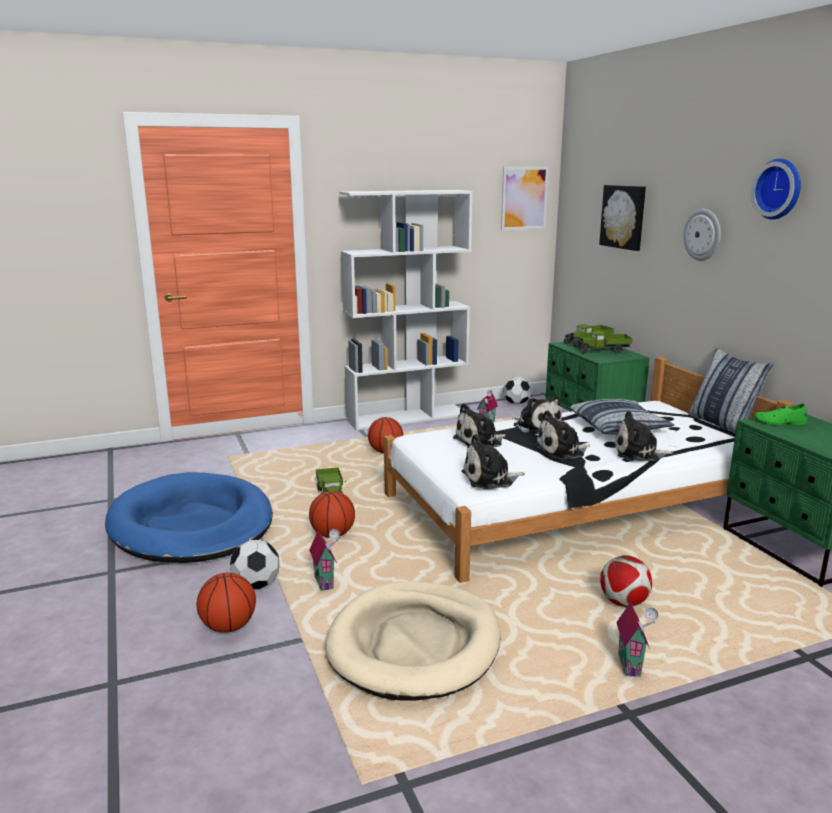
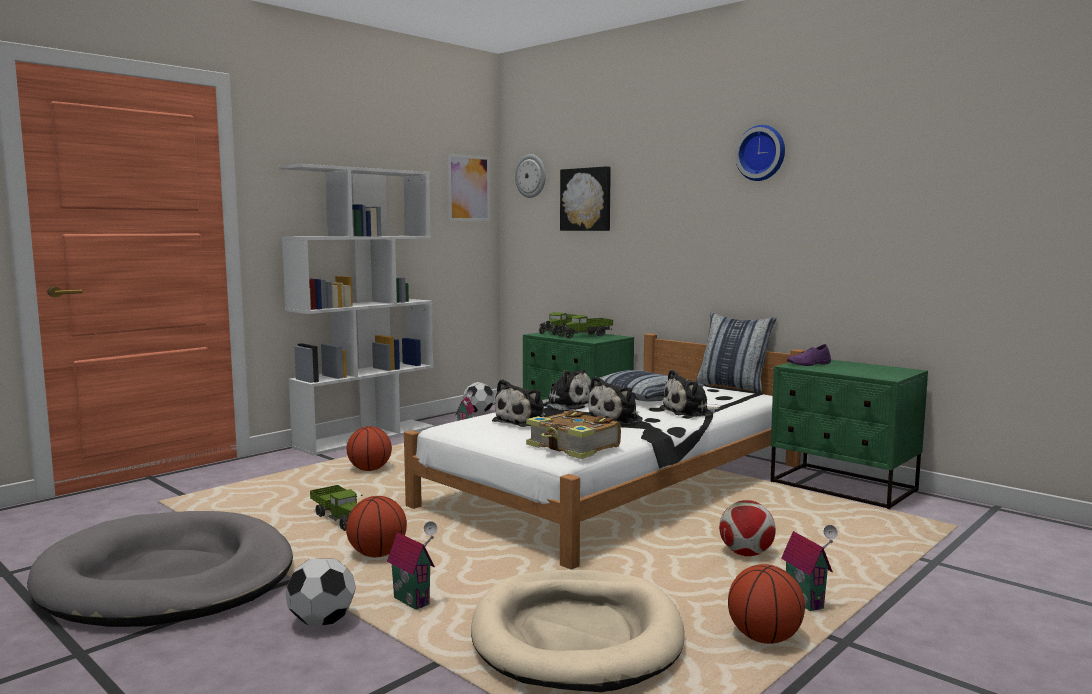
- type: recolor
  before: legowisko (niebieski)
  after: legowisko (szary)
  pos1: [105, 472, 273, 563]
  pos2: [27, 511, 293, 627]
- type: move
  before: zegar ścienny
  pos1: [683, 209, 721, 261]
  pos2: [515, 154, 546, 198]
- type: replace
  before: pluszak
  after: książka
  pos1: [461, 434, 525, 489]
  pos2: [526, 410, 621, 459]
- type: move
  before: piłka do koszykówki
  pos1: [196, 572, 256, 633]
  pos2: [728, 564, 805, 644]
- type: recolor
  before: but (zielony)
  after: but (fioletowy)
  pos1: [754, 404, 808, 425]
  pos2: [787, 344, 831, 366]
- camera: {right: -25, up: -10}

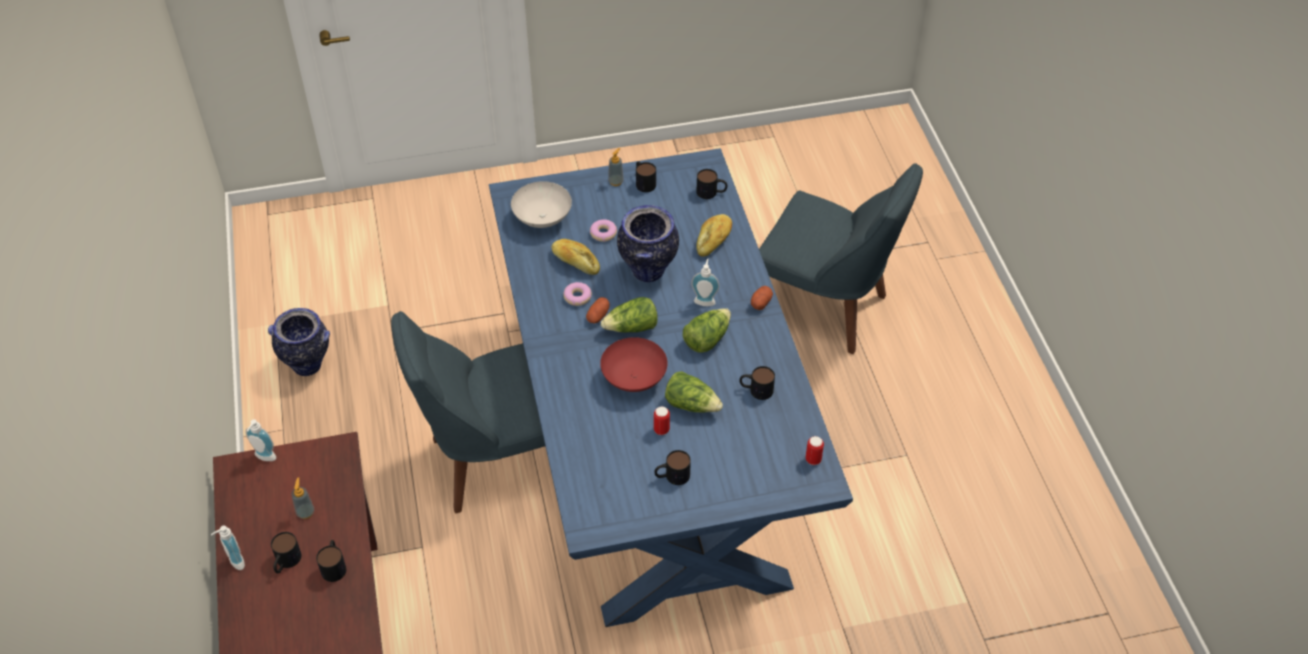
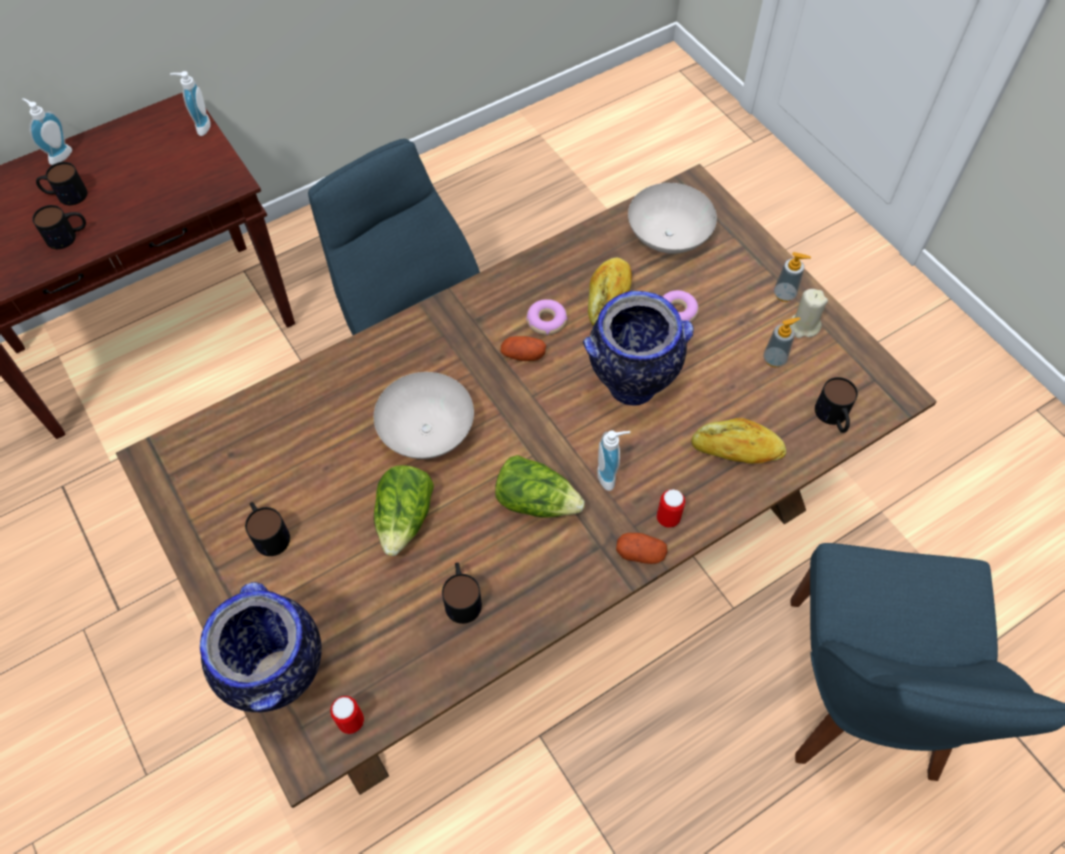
- type: recolor
  before: stół jadalny (niebieski)
  after: stół jadalny (brązowy)
  pos1: [489, 148, 853, 627]
  pos2: [116, 164, 937, 808]
- type: move
  before: wazon
  pos1: [268, 308, 330, 376]
  pos2: [200, 582, 322, 712]
- type: recolor
  before: miska (czerwony)
  after: miska (biały)
  pos1: [600, 337, 668, 392]
  pos2: [374, 372, 474, 459]
- type: move
  before: puszka
  pos1: [654, 406, 670, 435]
  pos2: [657, 489, 685, 528]
- type: move
  before: dozownik mydła
  pos1: [291, 478, 314, 519]
  pos2: [763, 317, 800, 368]
- type: replace
  before: kubek
  after: świeca (beżowy)
  pos1: [636, 161, 656, 192]
  pos2: [790, 289, 828, 338]
- type: delete
  before: sałata
  pos1: [601, 297, 658, 332]
- camera: {right: 70, up: 10}

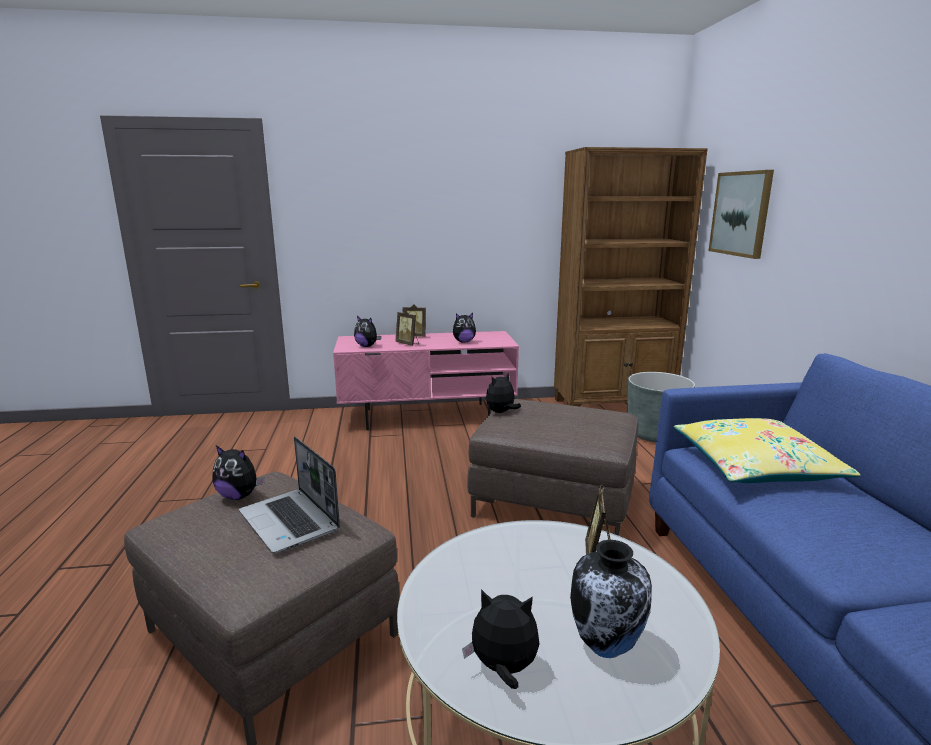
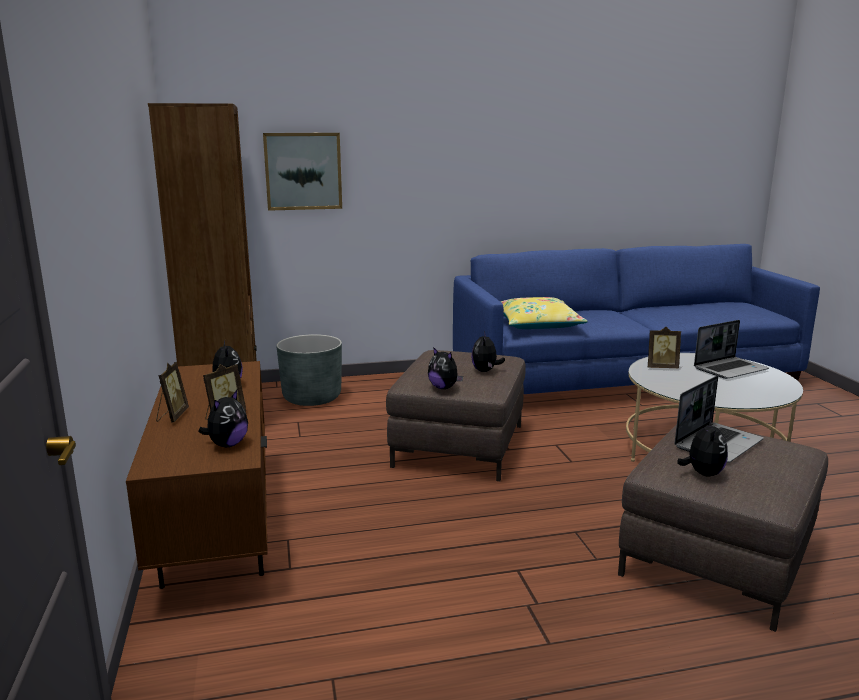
- type: recolor
  before: szafka pod telewizor (różowy)
  after: szafka pod telewizor (brązowy)
  pos1: [333, 331, 519, 430]
  pos2: [126, 361, 268, 589]
- type: move
  before: pluszak
  pos1: [462, 589, 540, 689]
  pos2: [471, 331, 505, 372]
- type: replace
  before: wazon
  after: laptop
  pos1: [570, 540, 652, 658]
  pos2: [694, 320, 769, 379]
- camera: {right: -95, up: 0}

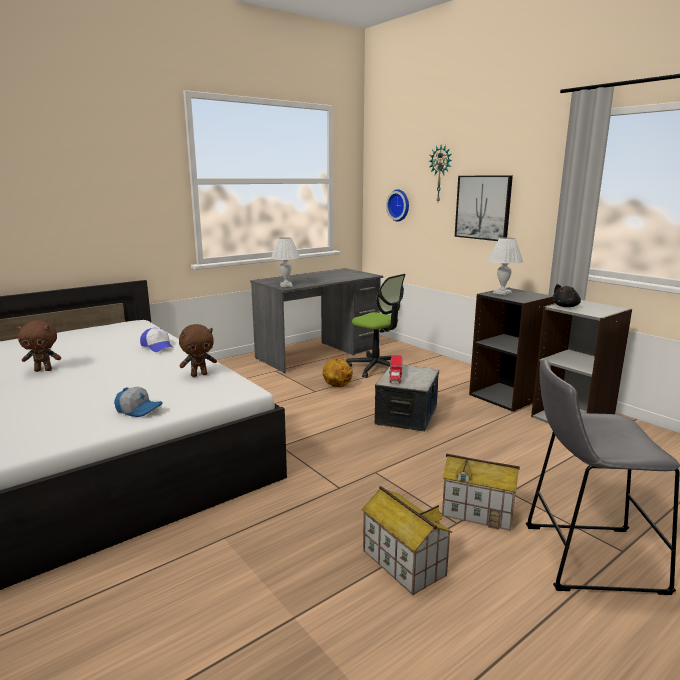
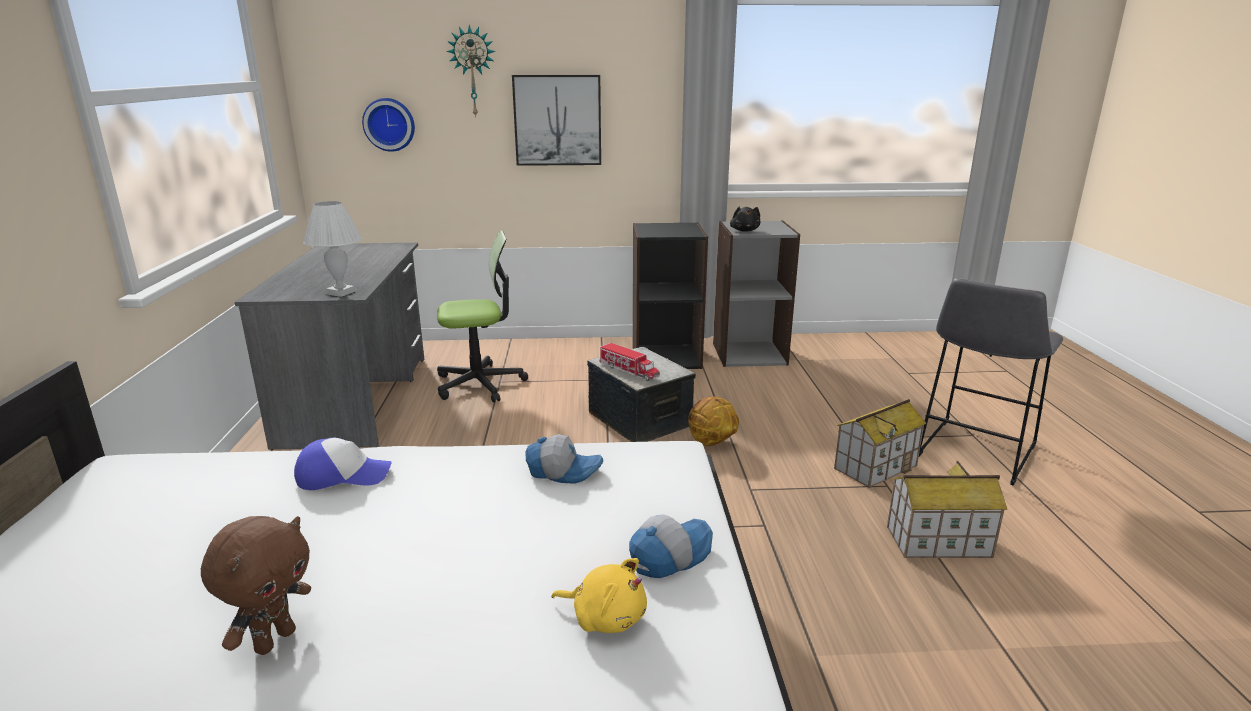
- type: replace
  before: pluszak (brązowy)
  after: czapka z daszkiem
  pos1: [179, 324, 217, 377]
  pos2: [525, 434, 603, 484]
- type: insert
  after: pluszak (żółty)
  pos2: [552, 558, 647, 633]
- type: move
  before: piłka do koszykówki
  pos1: [322, 358, 353, 387]
  pos2: [688, 396, 739, 446]
- type: delete
  before: lampa stołowa (biały)
  pos1: [488, 237, 523, 295]
- camera: {right: -55, up: 5}

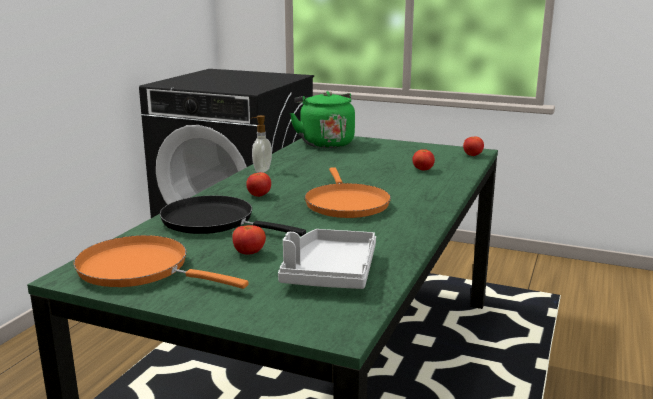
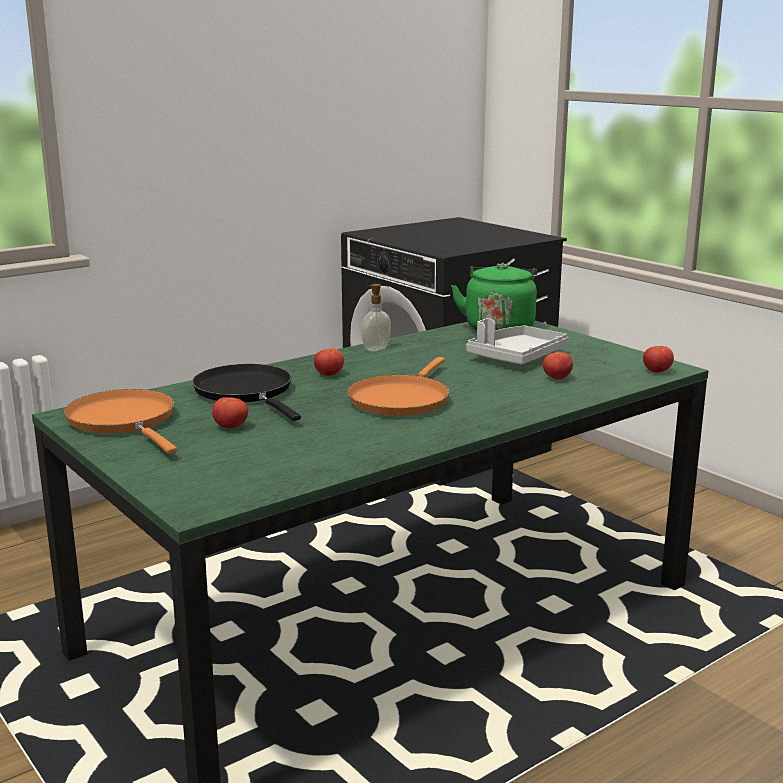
- type: move
  before: taca (szary)
  pos1: [278, 229, 376, 289]
  pos2: [466, 318, 568, 365]
- camera: {right: 30, up: 0}

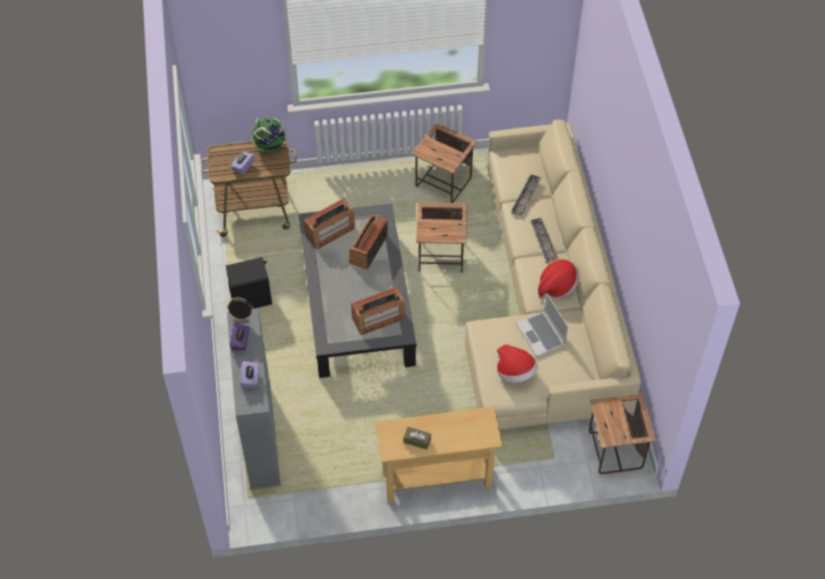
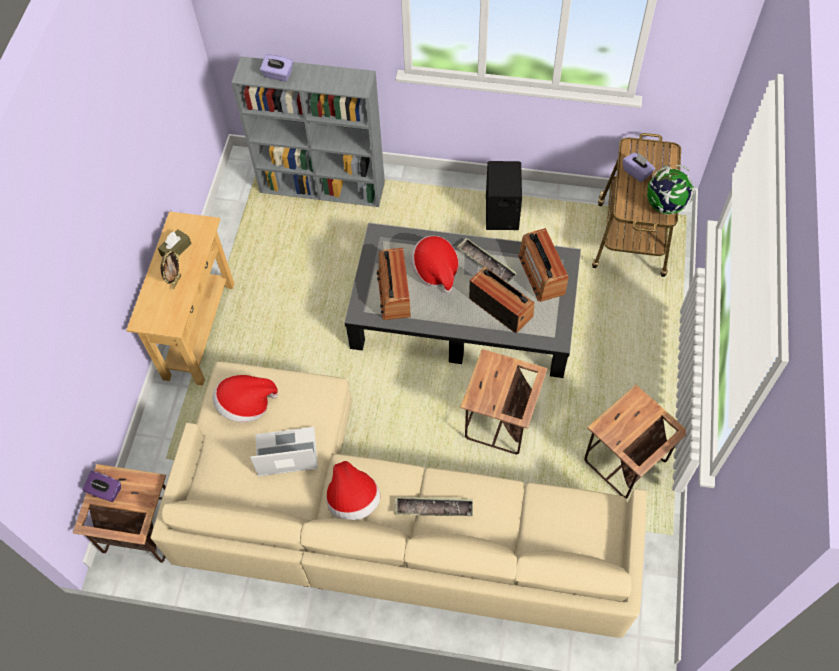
- type: move
  before: pudełko chusteczek (fioletowy)
  pos1: [230, 323, 249, 351]
  pos2: [83, 471, 121, 502]
- type: move
  before: ramka na zdjęcie
  pos1: [227, 297, 253, 321]
  pos2: [161, 251, 181, 290]
- type: insert
  after: kapelusz
  pos2: [411, 236, 459, 293]
- type: move
  before: taca
  pos1: [511, 174, 541, 215]
  pos2: [456, 237, 517, 283]
- camera: {right: 110, up: 5}

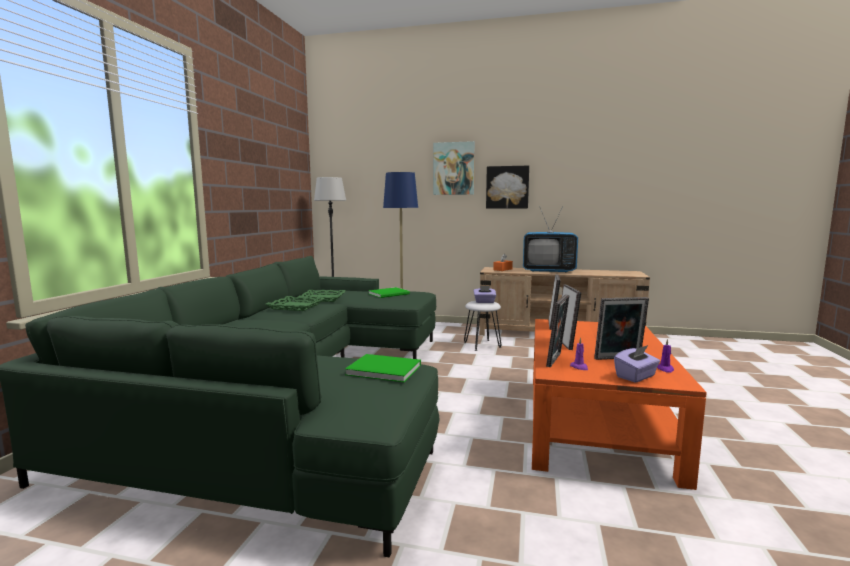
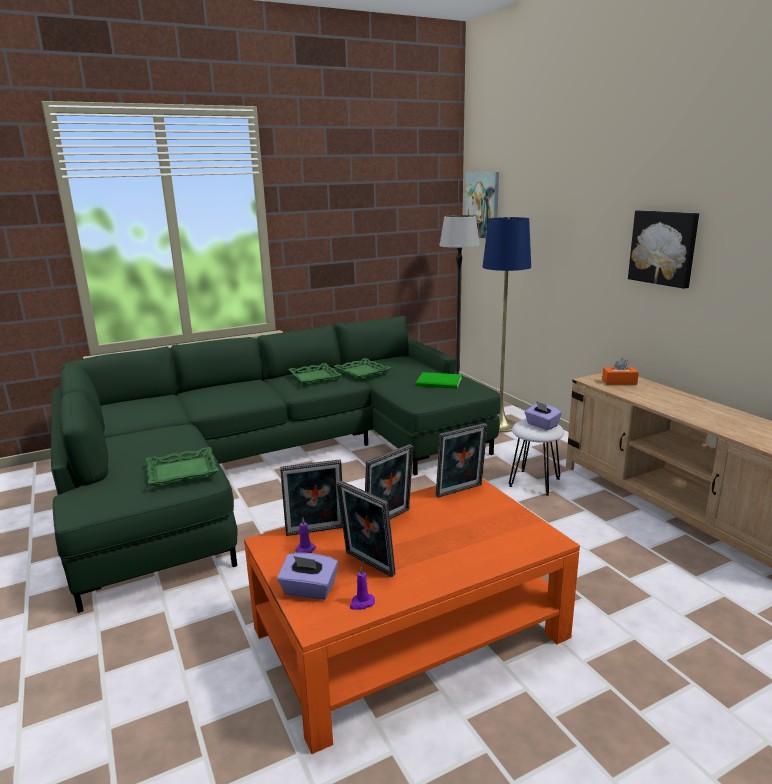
- type: replace
  before: książka (zielony)
  after: taca (zielony)
  pos1: [345, 354, 421, 382]
  pos2: [146, 447, 219, 487]
- type: move
  before: obraz
  pos1: [433, 141, 475, 195]
  pos2: [465, 172, 499, 239]
- type: delete
  before: telewizor
  pos1: [523, 206, 578, 273]
- camera: {right: 50, up: 10}

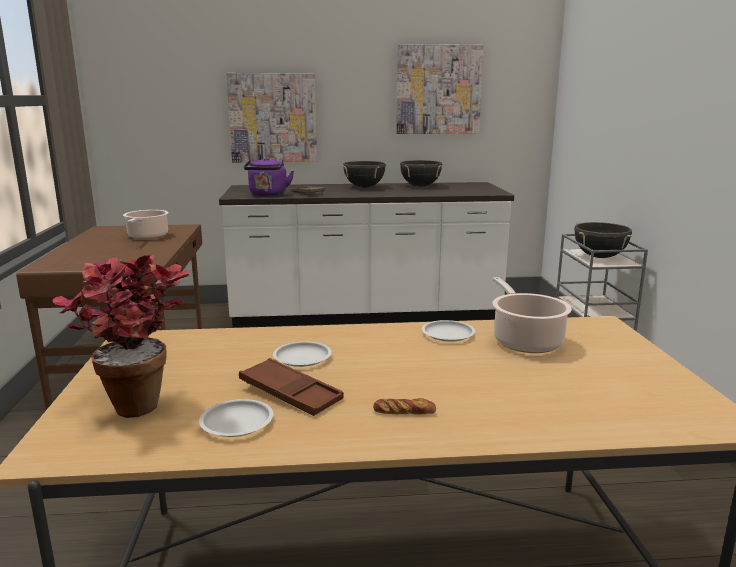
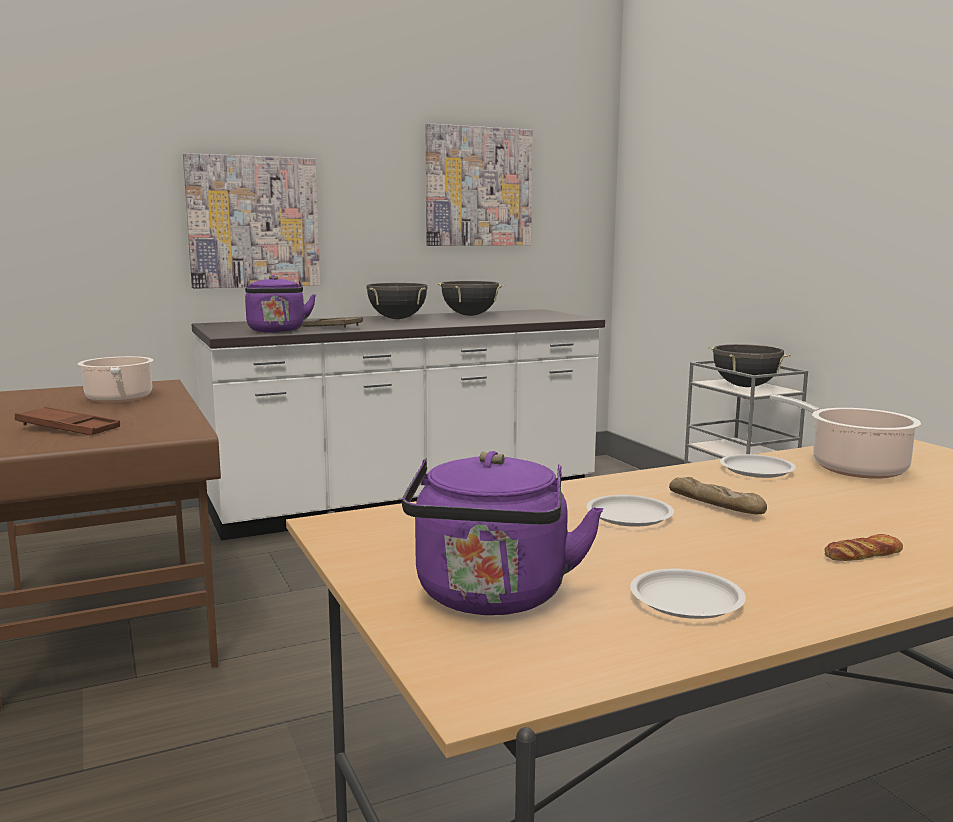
- type: move
  before: taca (brązowy)
  pos1: [239, 358, 344, 416]
  pos2: [15, 406, 120, 435]
- type: replace
  before: roślina doniczkowa
  after: czajnik (fioletowy)
  pos1: [53, 255, 190, 418]
  pos2: [402, 451, 603, 615]
- type: insert
  after: chleb
  pos2: [669, 477, 767, 514]
- camera: {right: -20, up: -5}

